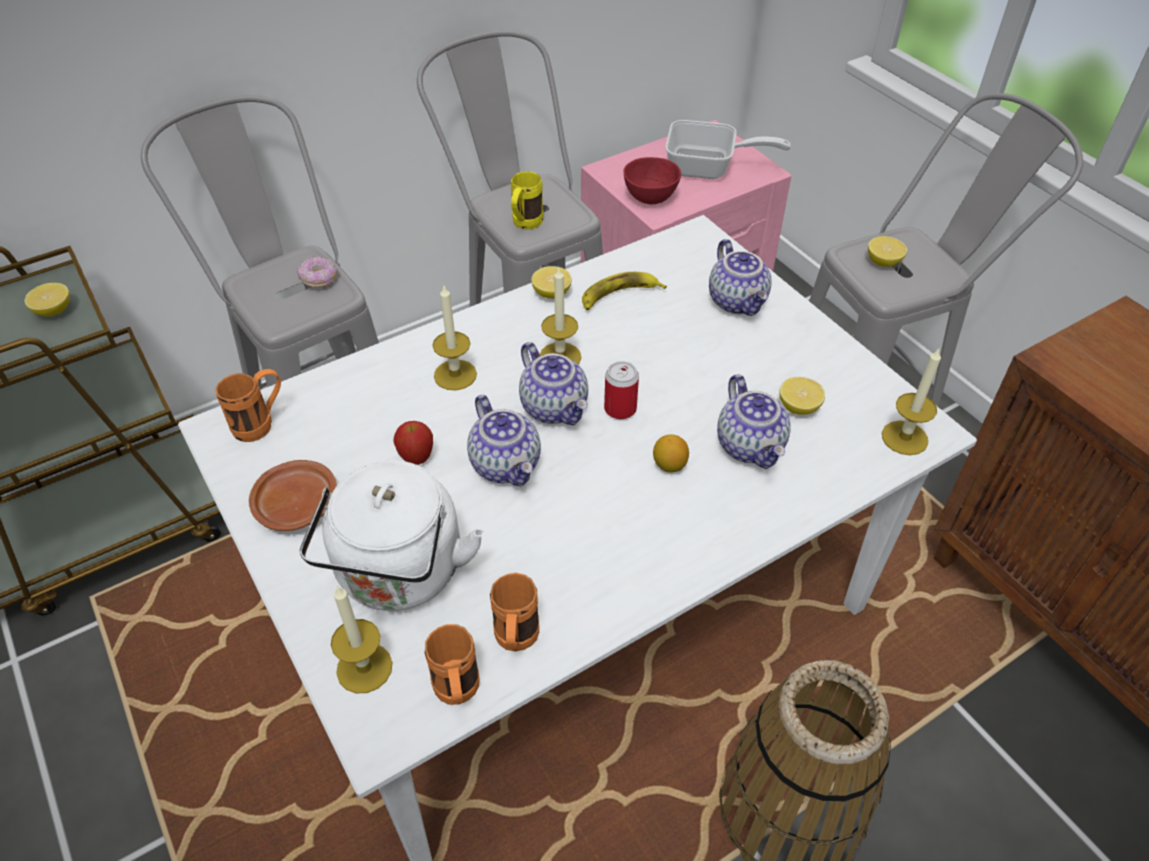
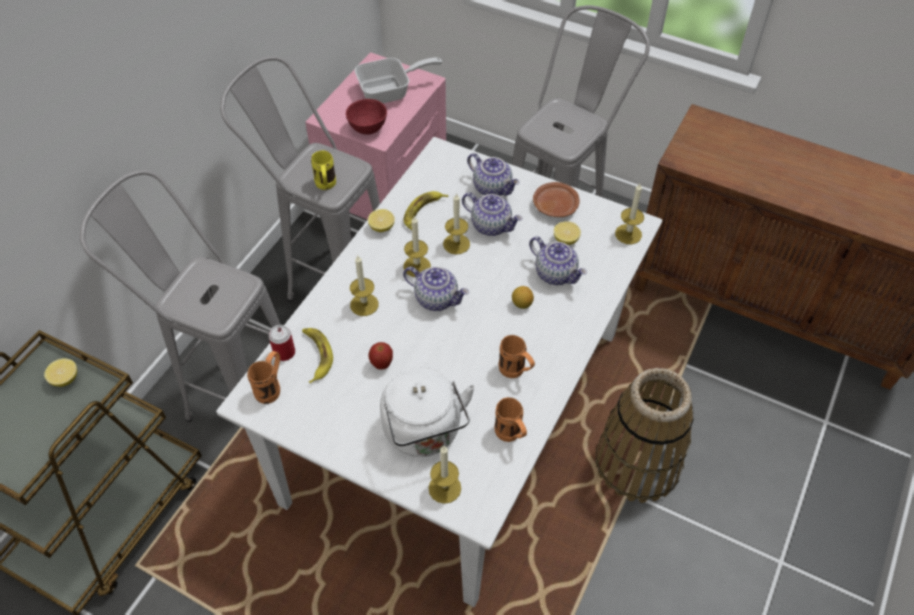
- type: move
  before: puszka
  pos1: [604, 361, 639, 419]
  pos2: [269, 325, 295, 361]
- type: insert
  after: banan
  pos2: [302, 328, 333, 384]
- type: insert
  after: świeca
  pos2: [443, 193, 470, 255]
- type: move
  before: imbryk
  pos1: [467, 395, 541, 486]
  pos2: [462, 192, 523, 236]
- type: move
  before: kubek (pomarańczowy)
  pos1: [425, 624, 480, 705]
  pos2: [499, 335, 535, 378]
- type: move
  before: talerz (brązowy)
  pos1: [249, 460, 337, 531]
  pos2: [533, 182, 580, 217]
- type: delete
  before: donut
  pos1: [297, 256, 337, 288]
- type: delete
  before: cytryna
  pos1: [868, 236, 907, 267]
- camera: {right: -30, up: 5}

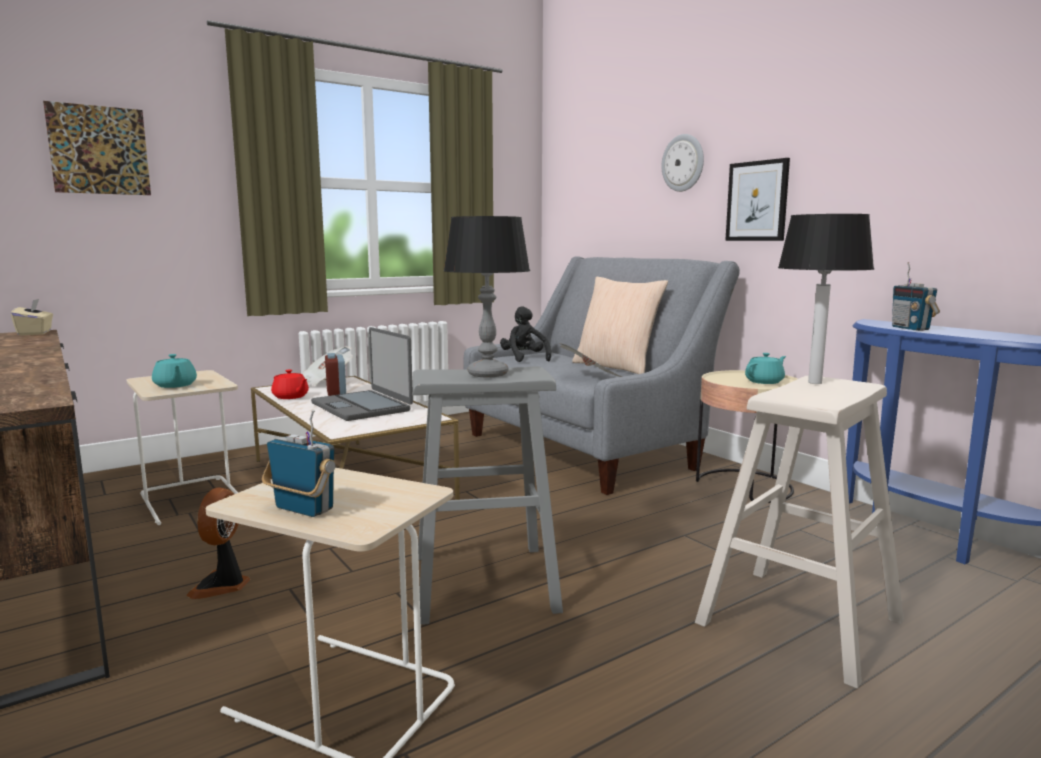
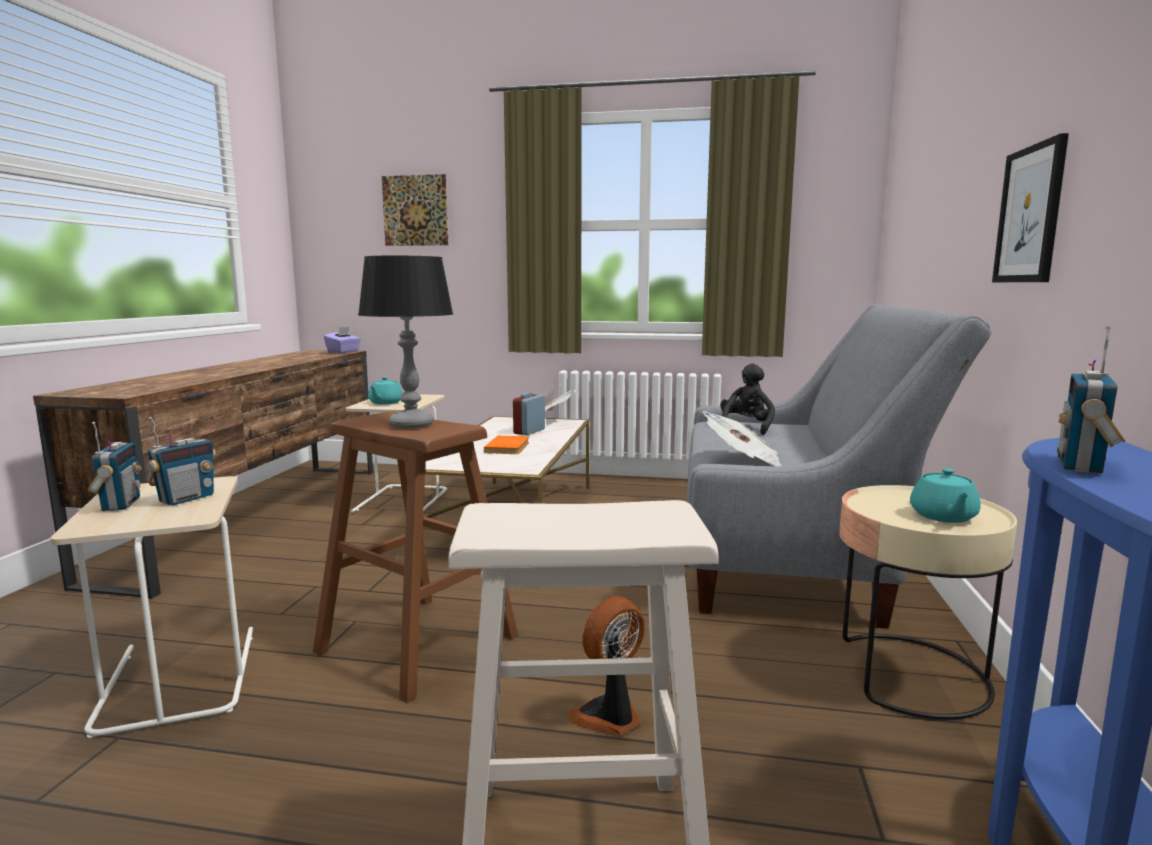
- type: insert
  after: radio
  pos2: [145, 417, 216, 505]
- type: recolor
  before: stołek (szary)
  after: stołek (brązowy)
  pos1: [413, 366, 563, 625]
  pos2: [313, 411, 518, 703]
- type: recolor
  before: pudełko chusteczek (beżowy)
  after: pudełko chusteczek (fioletowy)
  pos1: [11, 299, 53, 335]
  pos2: [324, 327, 361, 353]
- type: replace
  before: laptop
  after: książka (pomarańczowy)
  pos1: [311, 327, 413, 421]
  pos2: [484, 436, 529, 454]
- type: move
  before: wentylator
  pos1: [186, 487, 250, 599]
  pos2: [568, 596, 645, 735]
- type: rotate
  before: imbryk (turkusowy)
  pos1: [745, 353, 786, 384]
  pos2: [910, 468, 981, 523]
  turn: 90
- type: delete
  before: imbryk (czerwony)
  pos1: [271, 370, 309, 399]
- type: delete
  before: poduszka (beżowy)
  pos1: [572, 277, 668, 374]
- type: delete
  before: zegar ścienny
  pos1: [662, 134, 704, 192]
- type: delete
  before: lampa stołowa
  pos1: [778, 214, 874, 384]
- camera: {right: 45, up: 0}

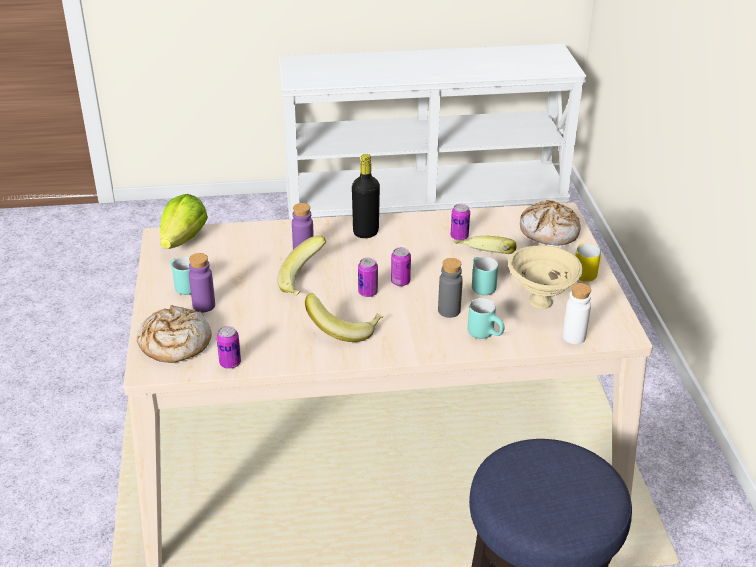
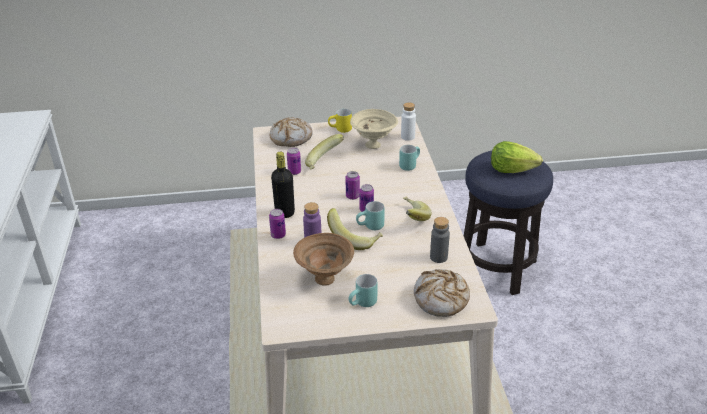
- type: move
  before: puszka
  pos1: [216, 326, 241, 369]
  pos2: [269, 209, 286, 239]
- type: insert
  after: miska (brązowy)
  pos2: [293, 233, 354, 286]
- type: move
  before: kubek (turkusowy)
  pos1: [472, 257, 498, 295]
  pos2: [356, 201, 385, 230]
- type: move
  before: butelka (szary)
  pos1: [438, 258, 463, 318]
  pos2: [430, 217, 450, 263]
- type: move
  before: sałata
  pos1: [160, 194, 208, 249]
  pos2: [491, 141, 543, 173]
- type: delete
  before: butelka (fioletowy)
  pos1: [189, 253, 215, 312]
- camera: {right: -90, up: 0}

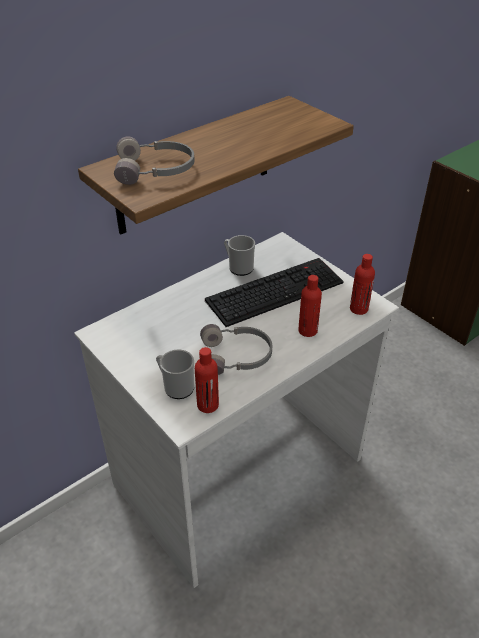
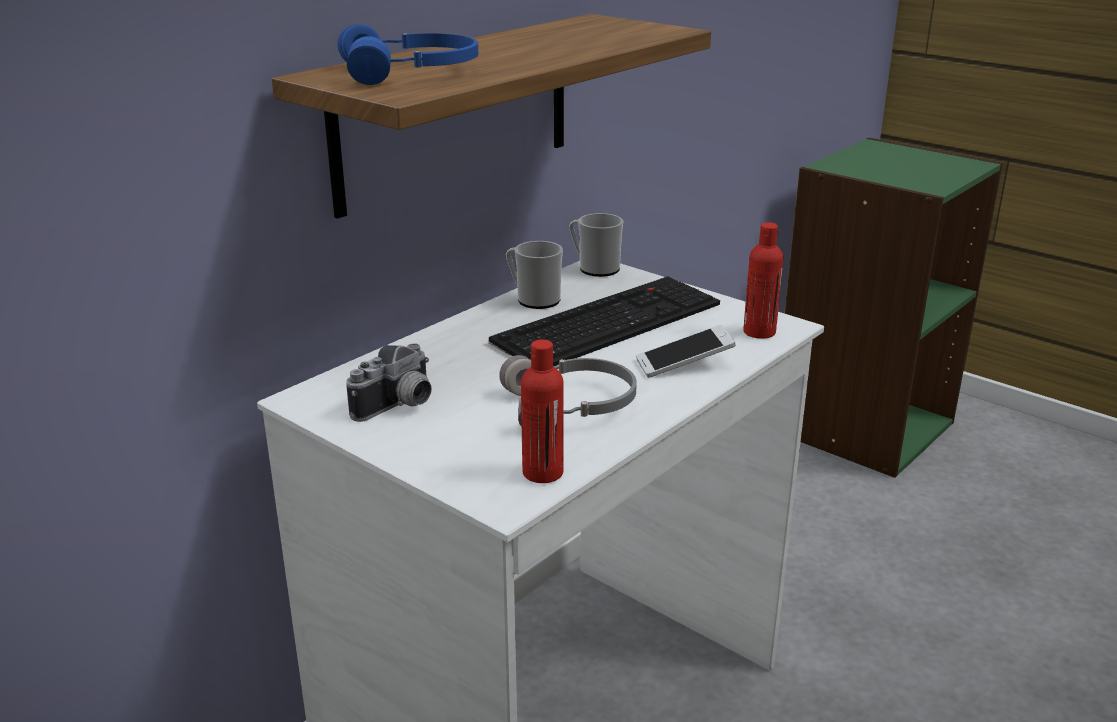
- type: recolor
  before: słuchawki (szary)
  after: słuchawki (niebieski)
  pos1: [114, 136, 195, 185]
  pos2: [337, 24, 478, 85]
- type: insert
  after: aparat fotograficzny
  pos2: [346, 343, 432, 422]
- type: move
  before: kubek
  pos1: [156, 349, 194, 399]
  pos2: [569, 213, 623, 277]
- type: replace
  before: butelka (czerwony)
  after: telefon
  pos1: [298, 275, 322, 337]
  pos2: [636, 325, 736, 378]
- camera: {right: -10, up: -15}

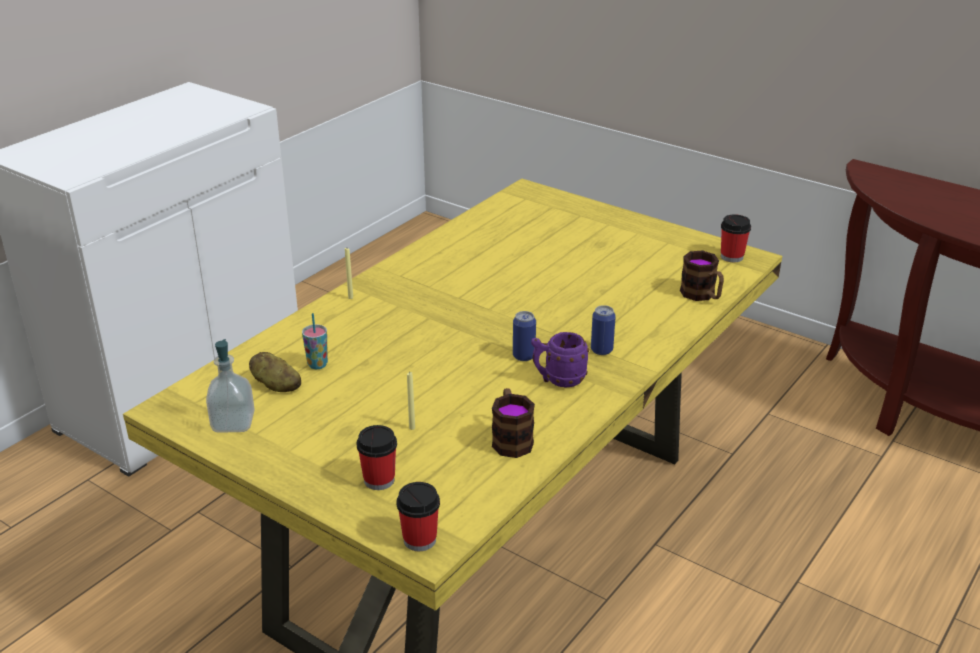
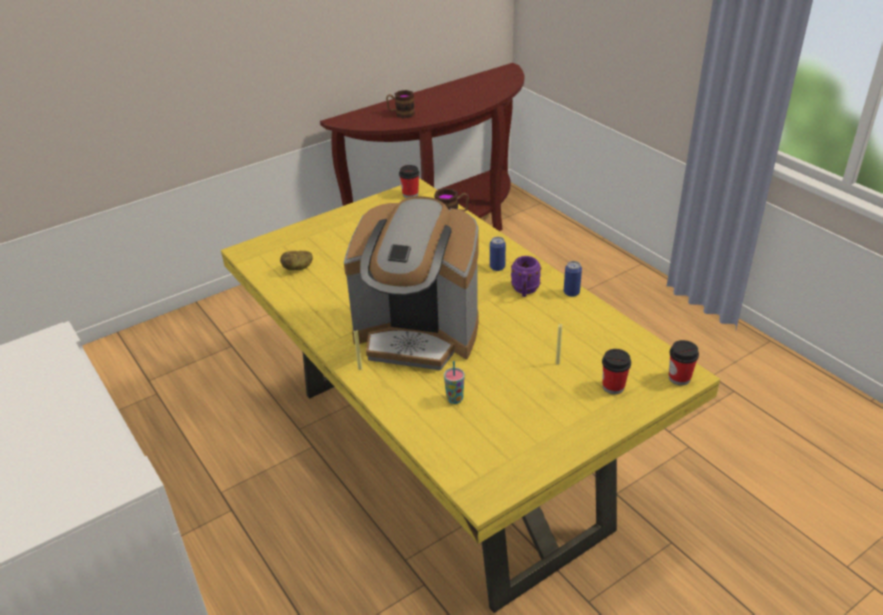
- type: move
  before: ziemniak
  pos1: [249, 352, 301, 392]
  pos2: [280, 251, 313, 270]
- type: insert
  after: ekspres do kawy
  pos2: [344, 196, 479, 370]
- type: move
  before: kubek
  pos1: [492, 388, 535, 458]
  pos2: [386, 90, 415, 119]
- type: move
  before: puszka
  pos1: [513, 311, 536, 361]
  pos2: [564, 261, 582, 297]
- type: delete
  before: dozownik mydła
  pos1: [206, 339, 255, 433]
- camera: {right: -70, up: 5}

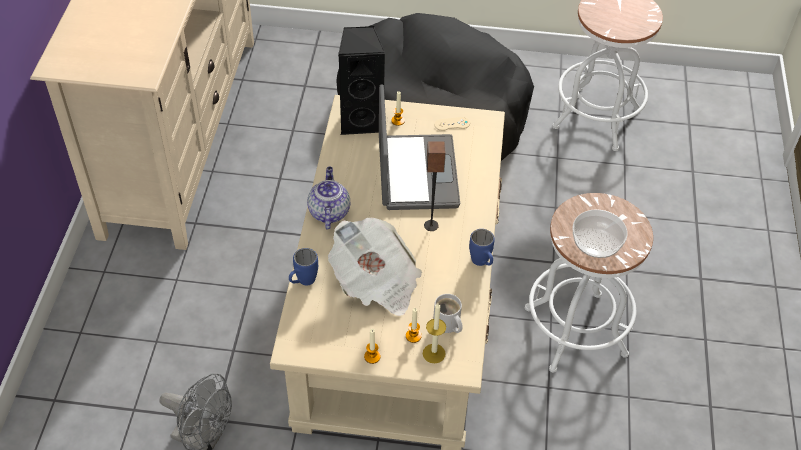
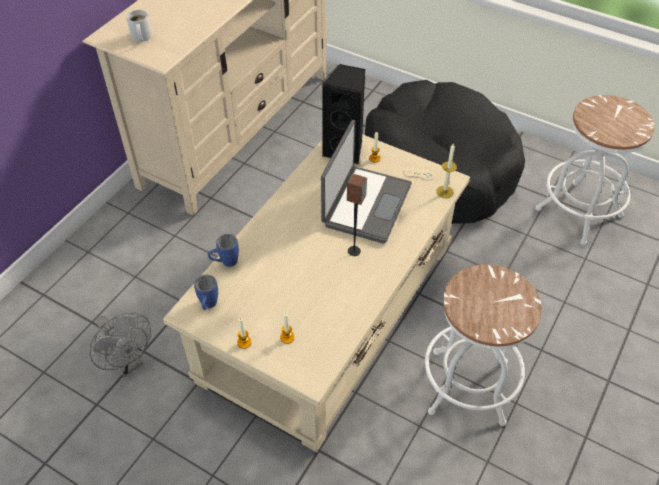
- type: move
  before: kubek (biały)
  pos1: [433, 294, 463, 333]
  pos2: [126, 10, 152, 42]
- type: move
  before: kubek (niebieski)
  pos1: [469, 229, 494, 266]
  pos2: [194, 275, 218, 310]
- type: move
  before: świeca
  pos1: [423, 303, 446, 363]
  pos2: [436, 144, 457, 198]
- type: delete
  before: imbryk
  pos1: [307, 167, 350, 229]
- type: delete
  before: gazeta
  pos1: [328, 218, 422, 316]
- type: delete
  before: miska
  pos1: [573, 209, 628, 258]
- camera: {right: 25, up: 0}

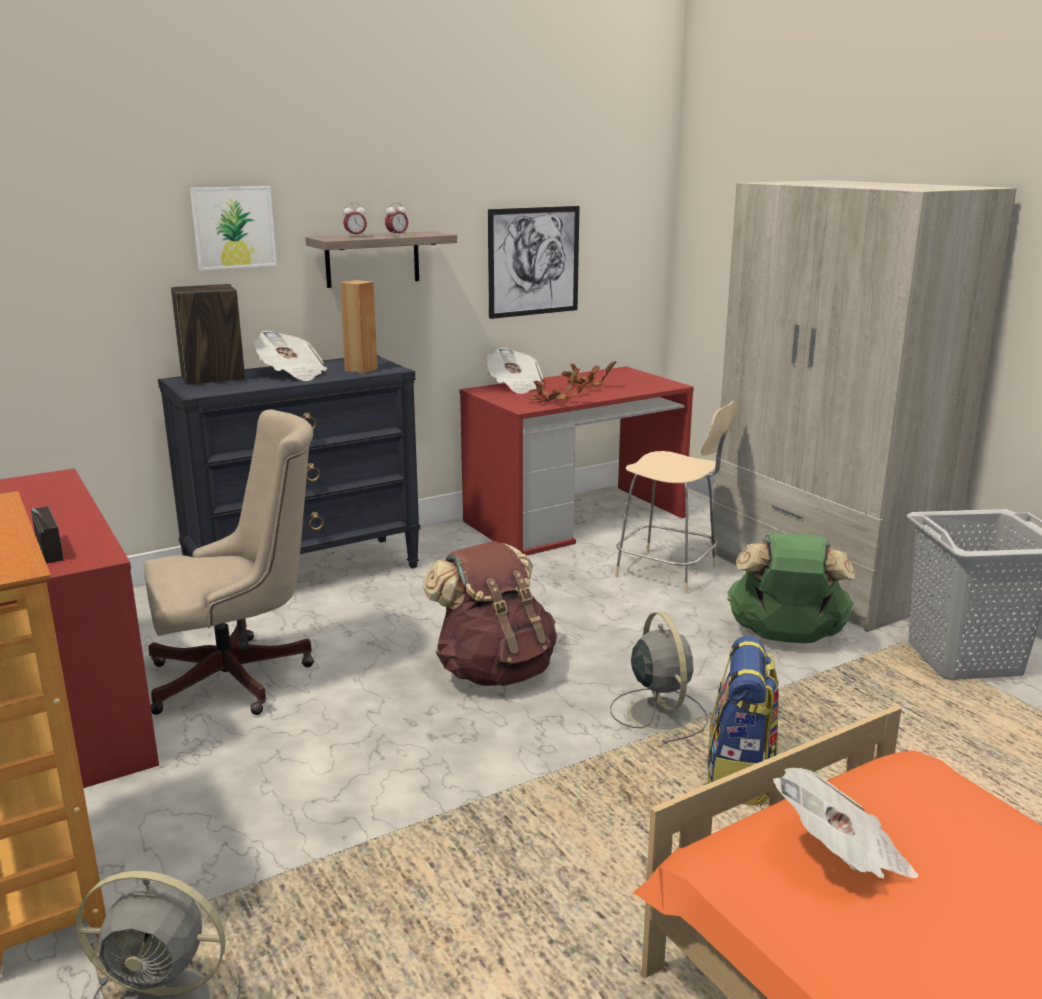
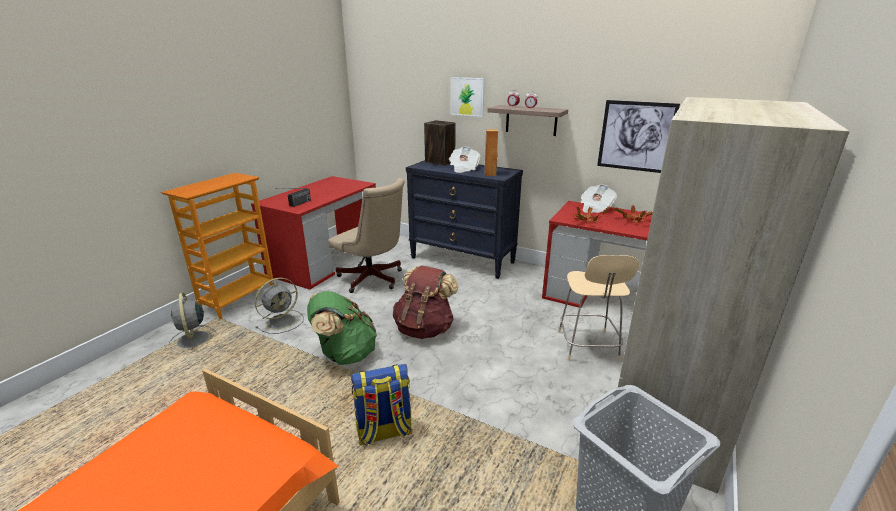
- type: move
  before: wentylator (szary)
  pos1: [610, 612, 708, 744]
  pos2: [255, 278, 304, 334]
- type: move
  before: plecak (zielony)
  pos1: [727, 532, 856, 643]
  pos2: [307, 291, 377, 365]
- type: delete
  before: gazeta
  pos1: [773, 768, 918, 879]
- camera: {right: 60, up: 5}

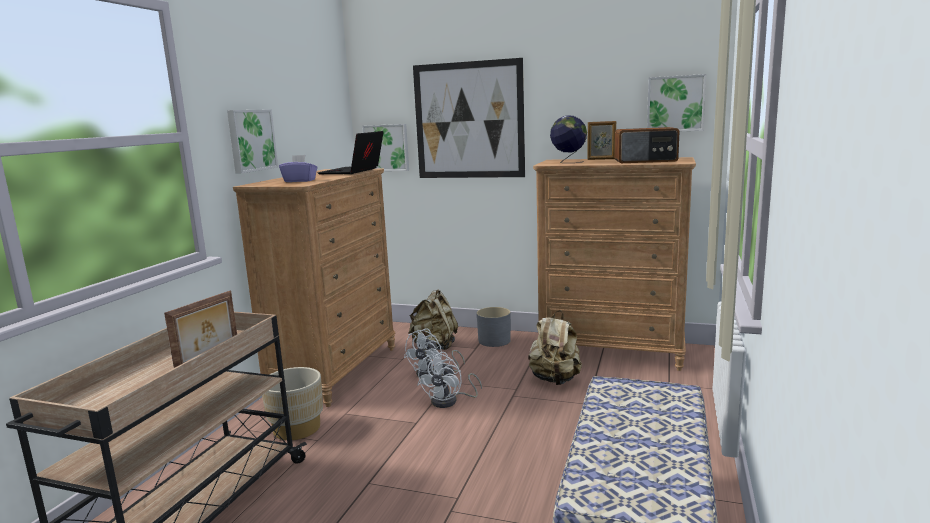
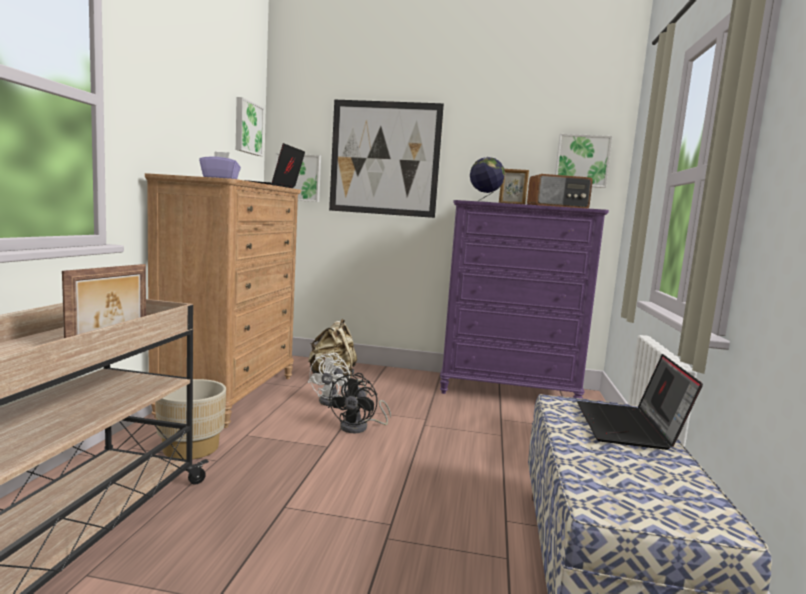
- type: move
  before: obraz
  pos1: [227, 109, 278, 173]
  pos2: [236, 97, 264, 156]
- type: recolor
  before: wentylator (biały)
  after: wentylator (czarny)
  pos1: [417, 352, 482, 408]
  pos2: [328, 373, 391, 433]
- type: recolor
  before: komoda (brązowy)
  after: komoda (fioletowy)
  pos1: [533, 157, 696, 371]
  pos2: [440, 200, 609, 399]
- type: insert
  after: laptop
  pos2: [577, 354, 703, 450]
- type: delete
  before: donica (szary)
  pos1: [477, 307, 511, 347]
- type: delete
  before: plecak (beżowy)
  pos1: [528, 310, 582, 385]
- camera: {right: -10, up: -5}

